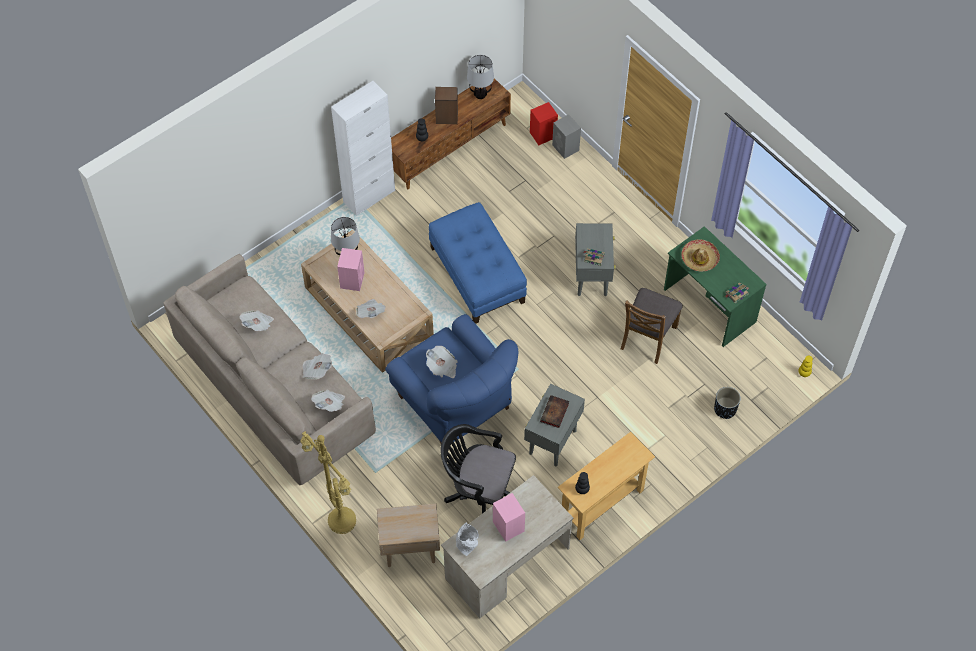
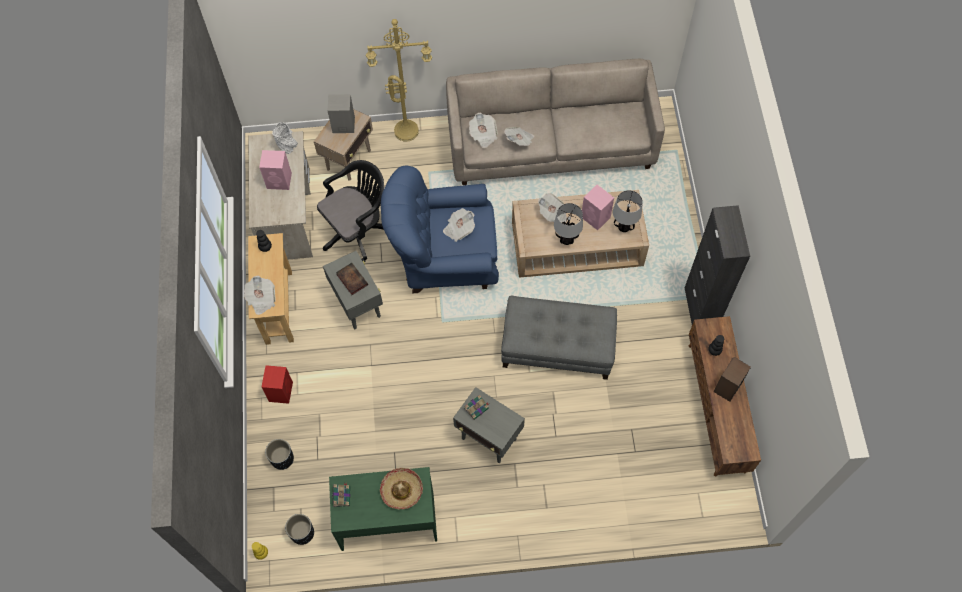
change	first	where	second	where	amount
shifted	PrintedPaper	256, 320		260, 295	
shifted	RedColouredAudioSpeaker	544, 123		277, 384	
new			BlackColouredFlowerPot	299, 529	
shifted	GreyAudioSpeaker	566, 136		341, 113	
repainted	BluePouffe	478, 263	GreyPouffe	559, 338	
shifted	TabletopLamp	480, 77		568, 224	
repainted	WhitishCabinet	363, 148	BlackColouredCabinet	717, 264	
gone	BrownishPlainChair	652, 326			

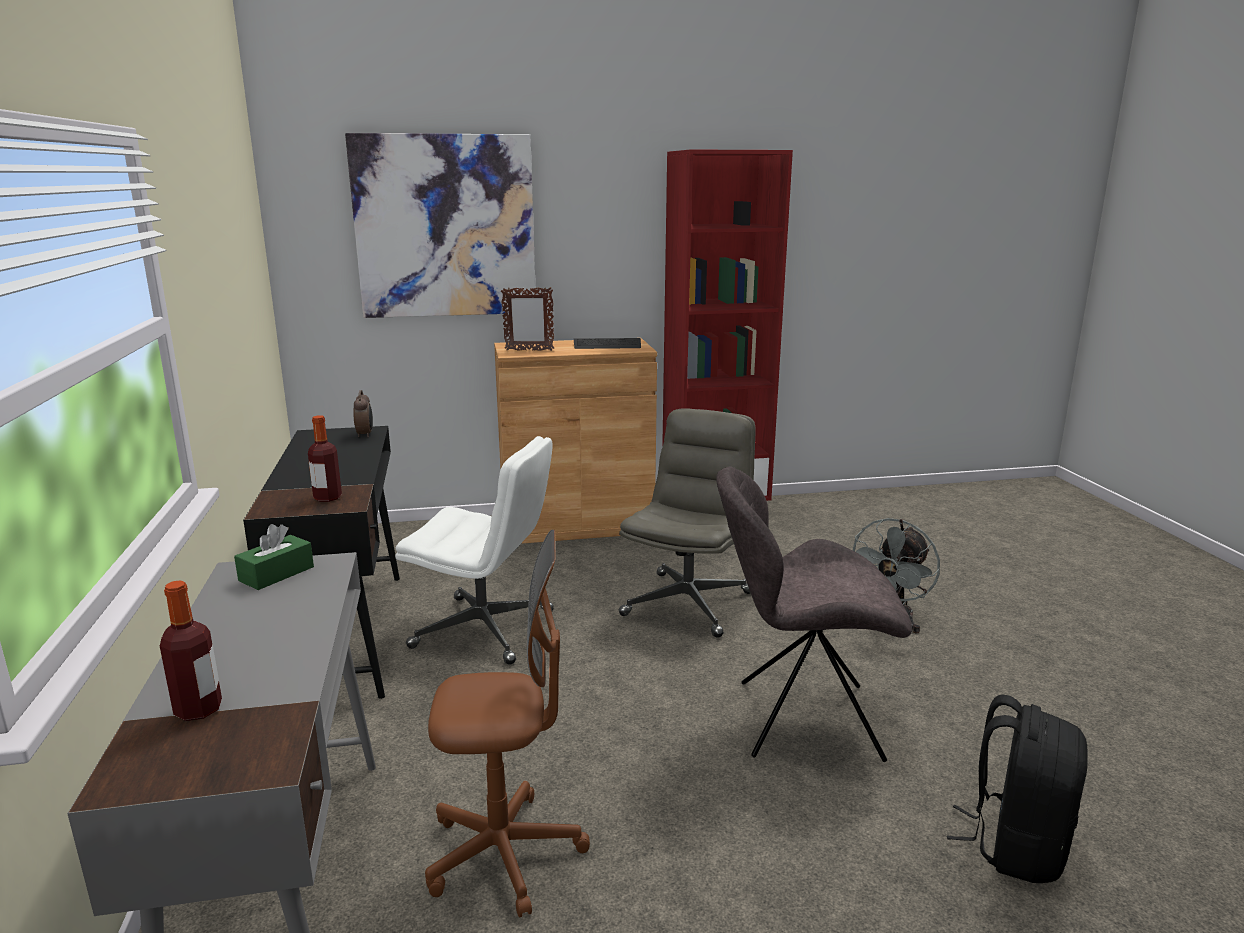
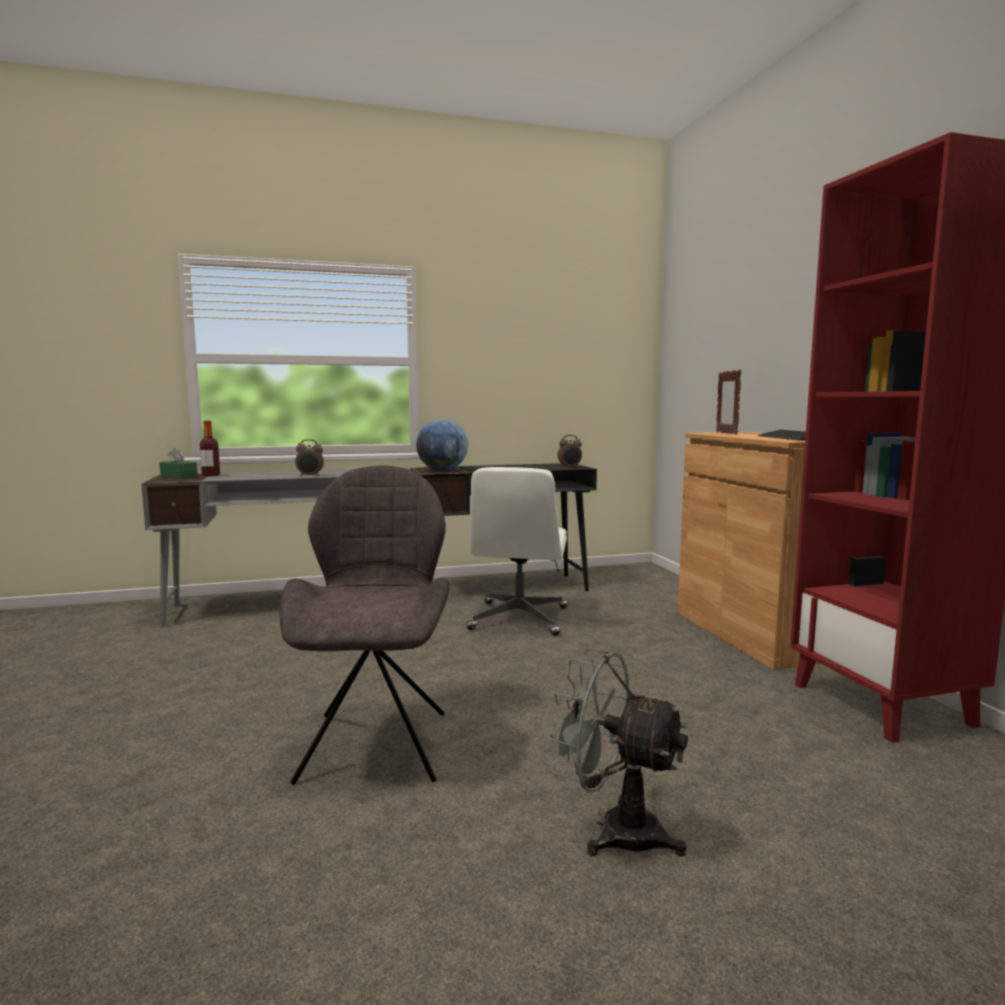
change	first	where	second	where	amount
shifted	GreenColouredTissueBox	274, 557		178, 463	
new			TableClock	309, 458	
swapped	DrinkBottle	325, 458	WorldGlobe	442, 445	
gone	Picture	440, 225			
gone	BrownishOfficeChair	507, 724			
gone	GreyOfficeChair	687, 523			
gone	BlackColouredKnapsack	1017, 788			

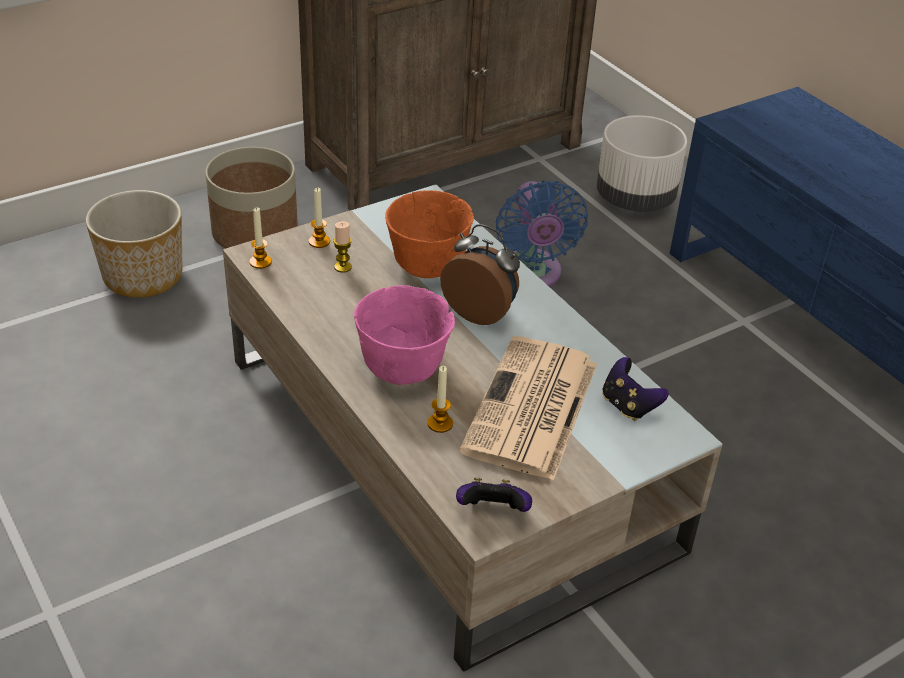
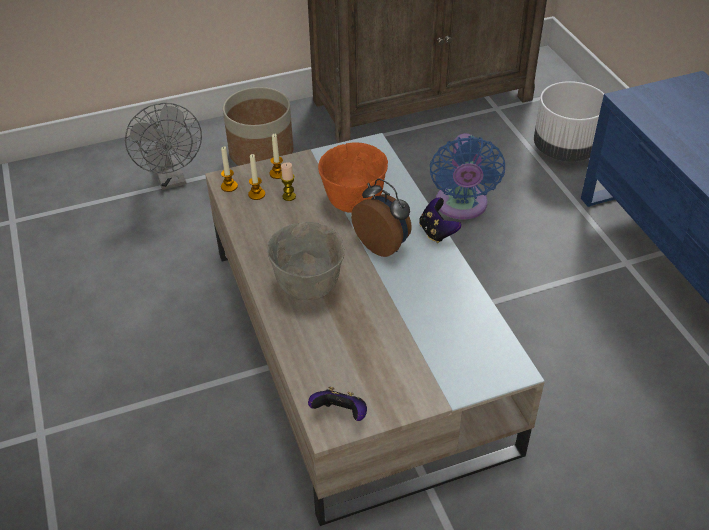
change	first	where	second	where	amount
swapped	FlowerPot	134, 244	GreyFan	163, 146	
shifted	WaxCandle	440, 399		256, 177	
repainted	PinkColouredDeepDish	404, 335	GreyDeepDish	306, 261	
shifted	GameController	635, 389		440, 220	
gone	PrintedPaper	528, 408			

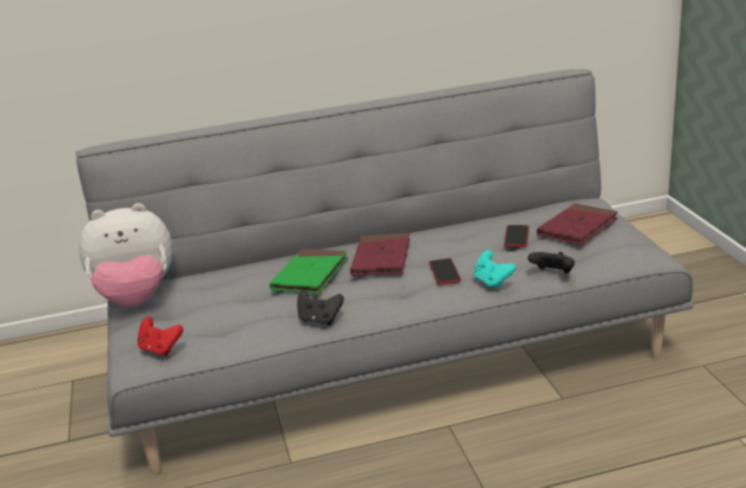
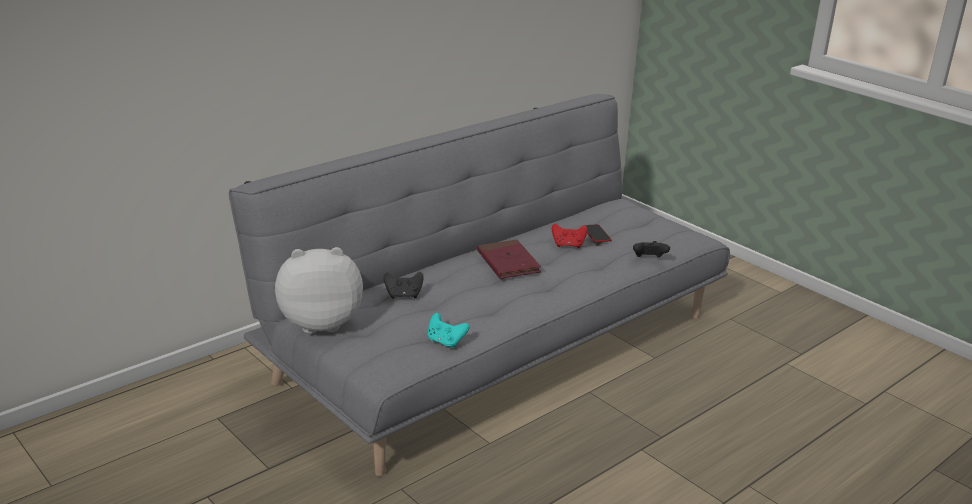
change	first	where	second	where	amount
rotated	PlushToy	126, 255		319, 290	150 degrees counterclockwise
shifted	BlackColouredGameController	320, 307		404, 285	
shifted	TurquoiseGameController	495, 269		449, 331	
shifted	RedColouredGameController	160, 336		569, 235	
gone	GreenColouredBoundBook	308, 271			
gone	Handset	445, 271			
gone	RedColouredBoundBook	577, 224			

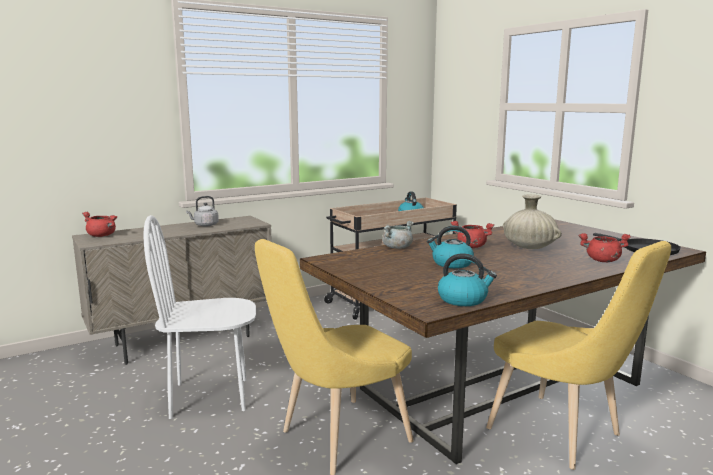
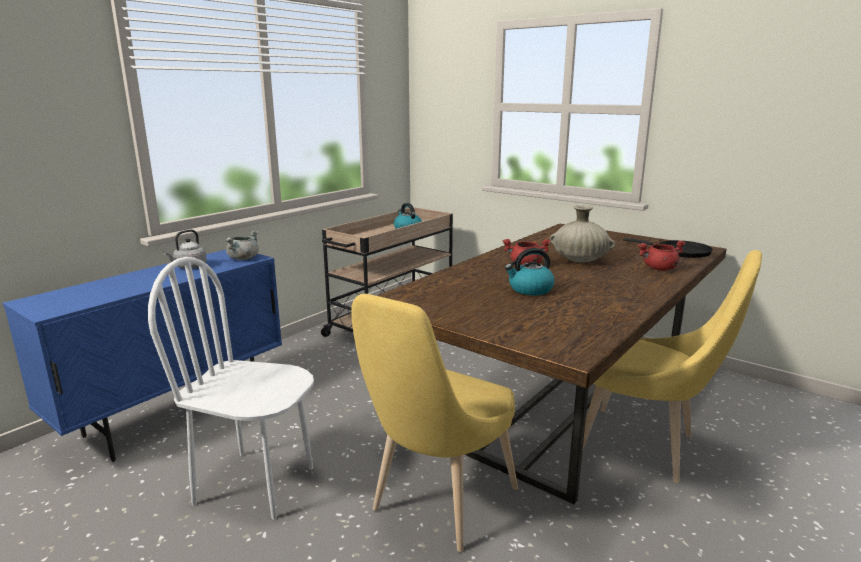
change	first	where	second	where	amount
repainted	BeigeCabinet	172, 290	BlueCabinet	142, 356	
rotated	WhitishPlainChair	200, 317		231, 388	45 degrees clockwise
shifted	GreySaucepot	398, 235		242, 245	
gone	RedColouredSaucepot	100, 224			
gone	TeaKettle	467, 279			

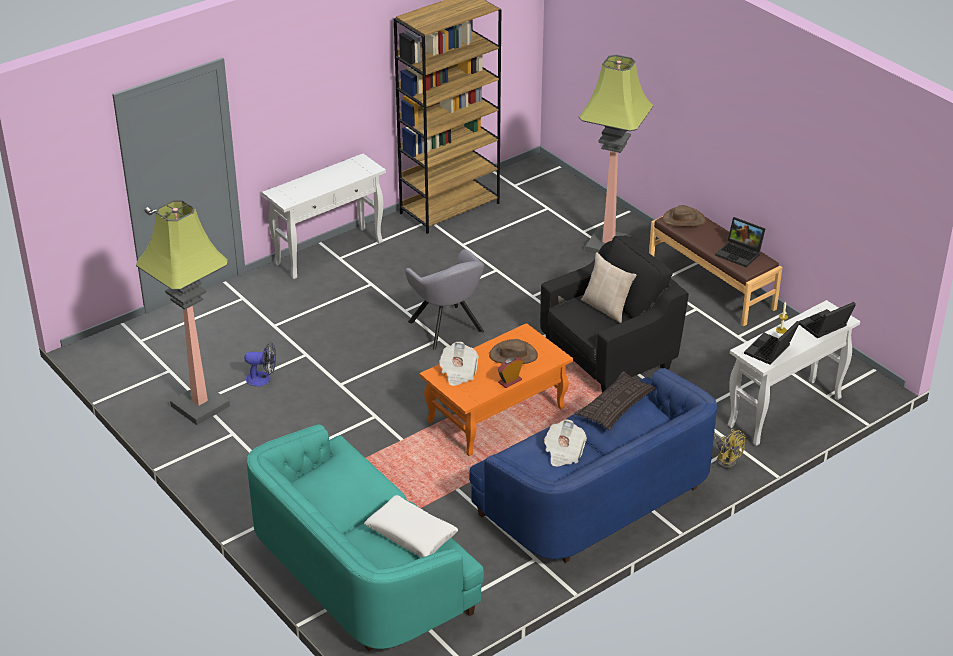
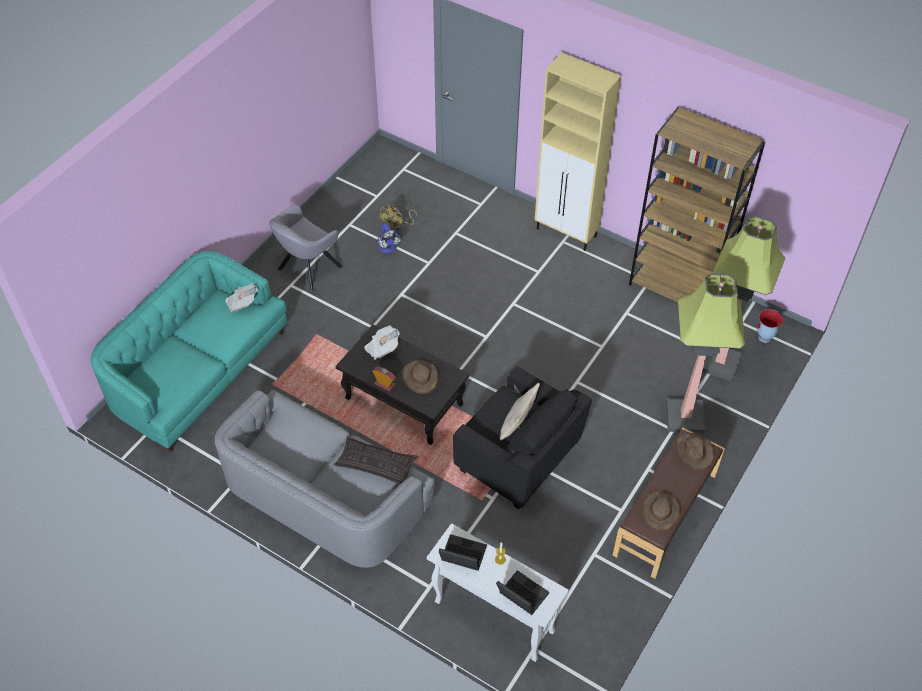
change	first	where	second	where	amount
repainted	BlueSofa	593, 465	GreySofa	325, 479	
shifted	PrintedPaper	565, 443		241, 297	
shifted	GreyLoungeChair	444, 299		306, 248	
repainted	OrangeColouredCoffeeTable	496, 389	BlackColouredCoffeeTable	402, 384	
shifted	YellowColouredFan	730, 449		398, 217	
swapped	WhitishHallTable	324, 216	BeigeCabinet	578, 151	
swapped	NotebookComputer	740, 242	BrownishWearableHat	661, 511	
shifted	StandardLamp	183, 312		743, 299	
new			FlowerVase	770, 326	
gone	WhitishPillow	411, 526			

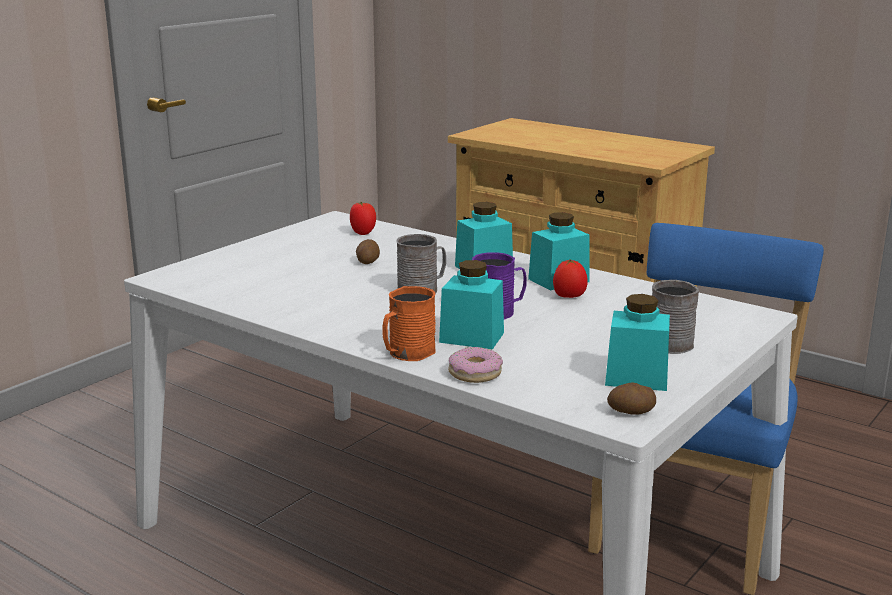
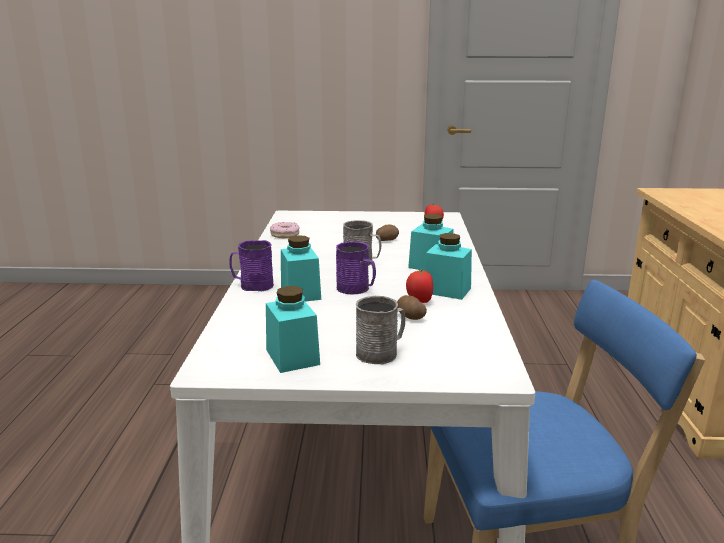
change	first	where	second	where	amount
repainted	OrangeColouredMug	409, 323	PurpleMug	251, 265	
shifted	RingDoughnut	475, 365		285, 230	
shifted	Spud	631, 398		412, 307	

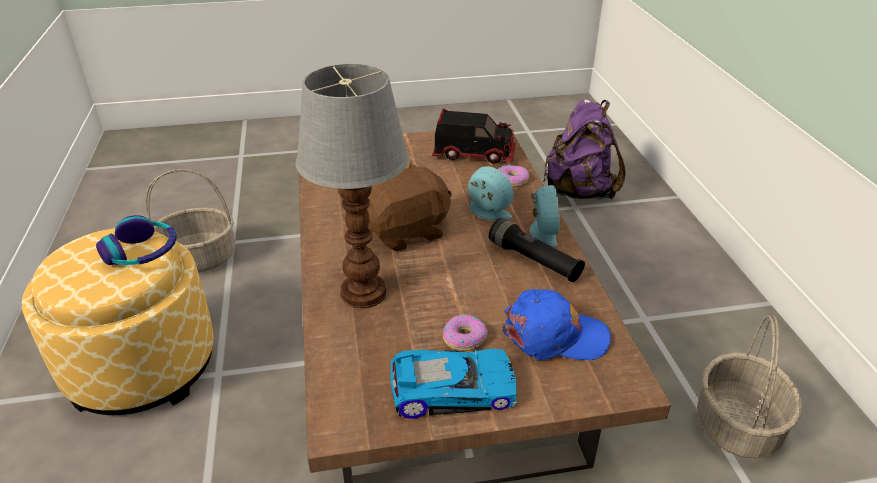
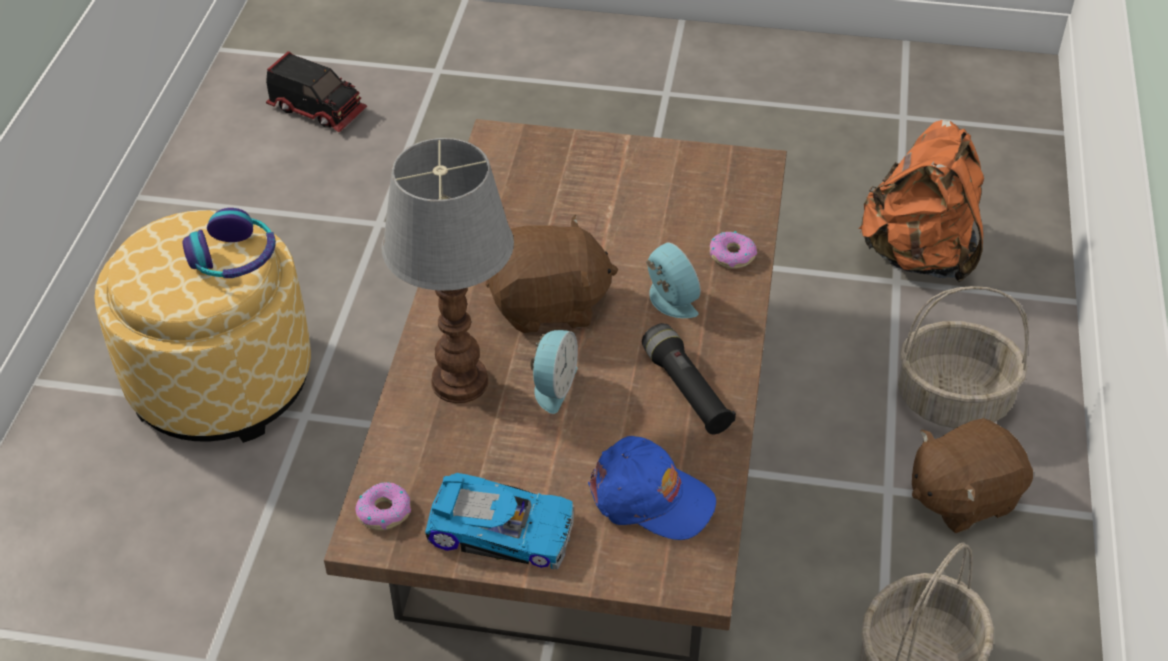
change	first	where	second	where	amount
shifted	ToyTruck	474, 136		316, 91	
shifted	RingDoughnut	465, 332		383, 506	
shifted	TableClock	545, 215		554, 372	
repainted	PurpleKnapsack	584, 149	OrangeColouredKnapsack	921, 201	
shifted	StorageBasket	191, 221		963, 357	
new			BrownishPlushToy	972, 475	

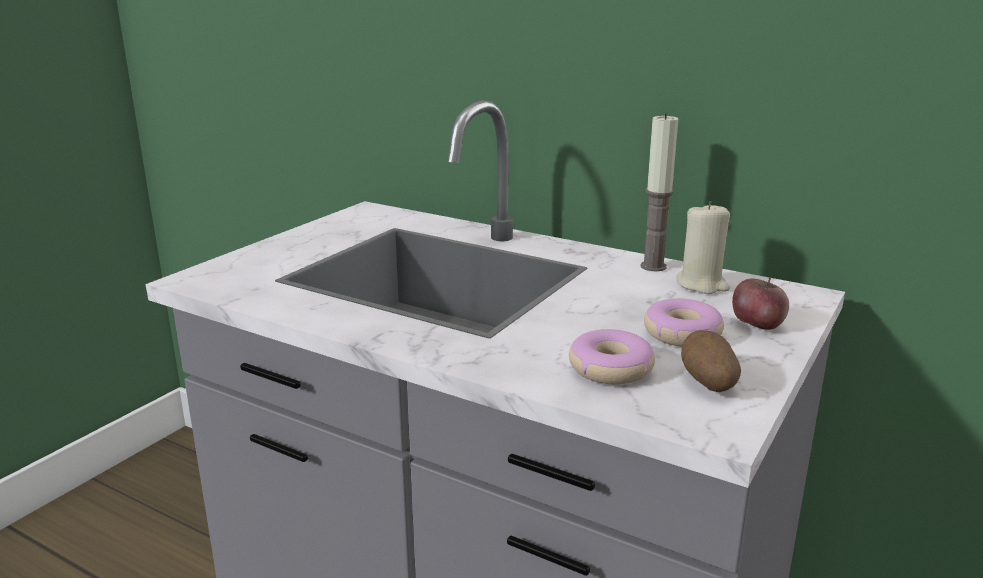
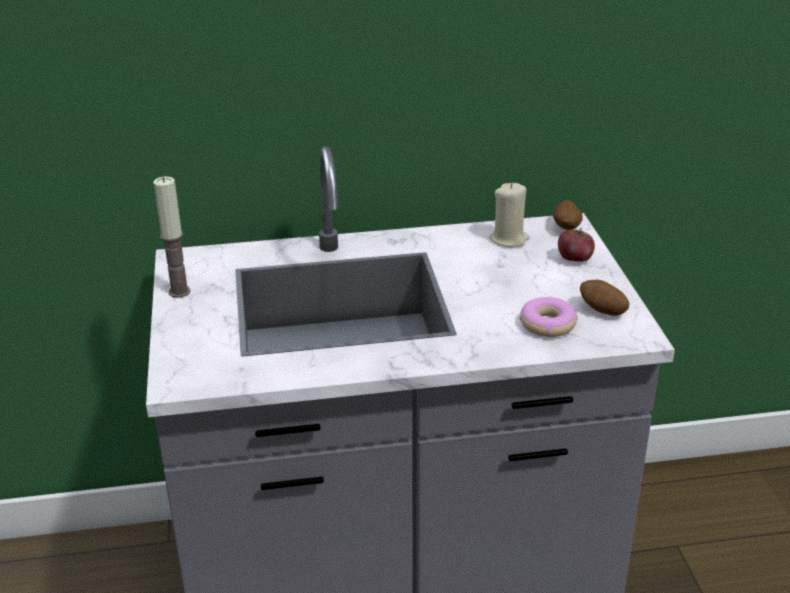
change	first	where	second	where	amount
shifted	WaxCandle	659, 192		171, 237	
new			Spud	568, 215	
gone	RingDoughnut	684, 322			

